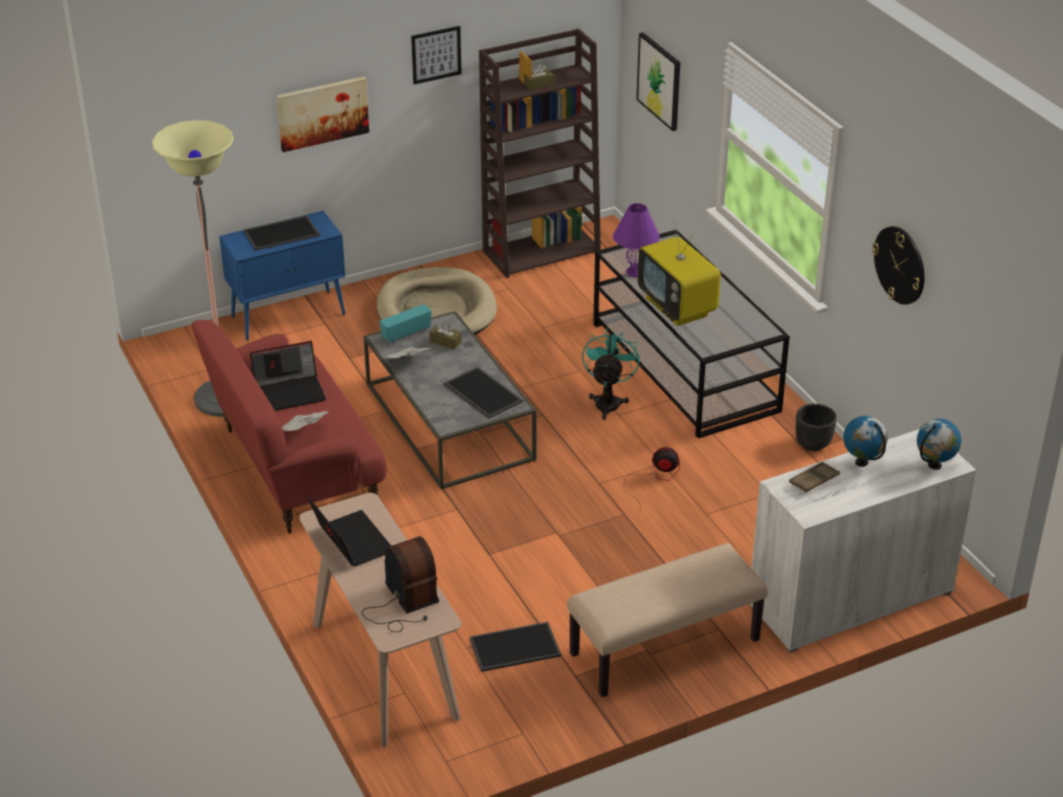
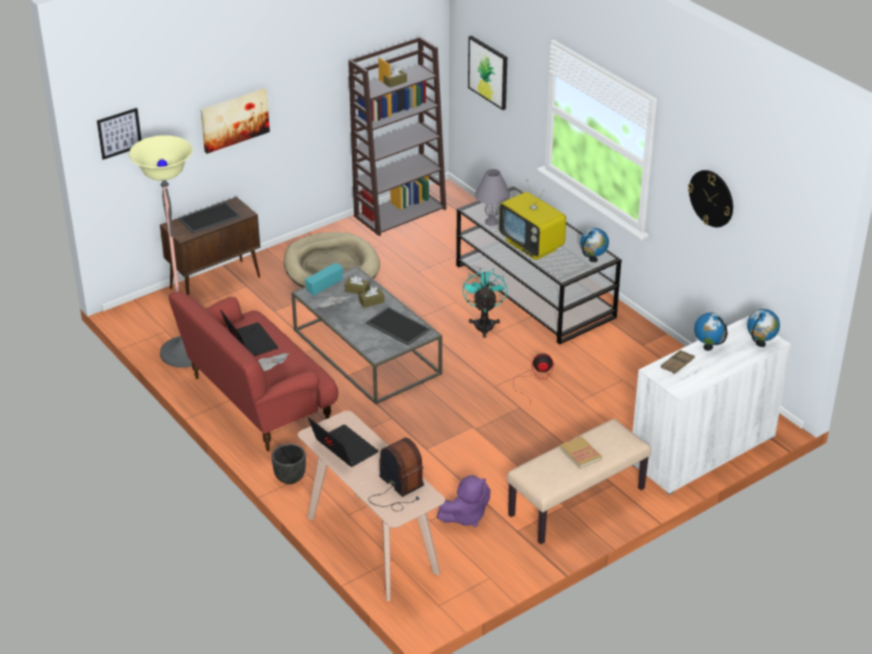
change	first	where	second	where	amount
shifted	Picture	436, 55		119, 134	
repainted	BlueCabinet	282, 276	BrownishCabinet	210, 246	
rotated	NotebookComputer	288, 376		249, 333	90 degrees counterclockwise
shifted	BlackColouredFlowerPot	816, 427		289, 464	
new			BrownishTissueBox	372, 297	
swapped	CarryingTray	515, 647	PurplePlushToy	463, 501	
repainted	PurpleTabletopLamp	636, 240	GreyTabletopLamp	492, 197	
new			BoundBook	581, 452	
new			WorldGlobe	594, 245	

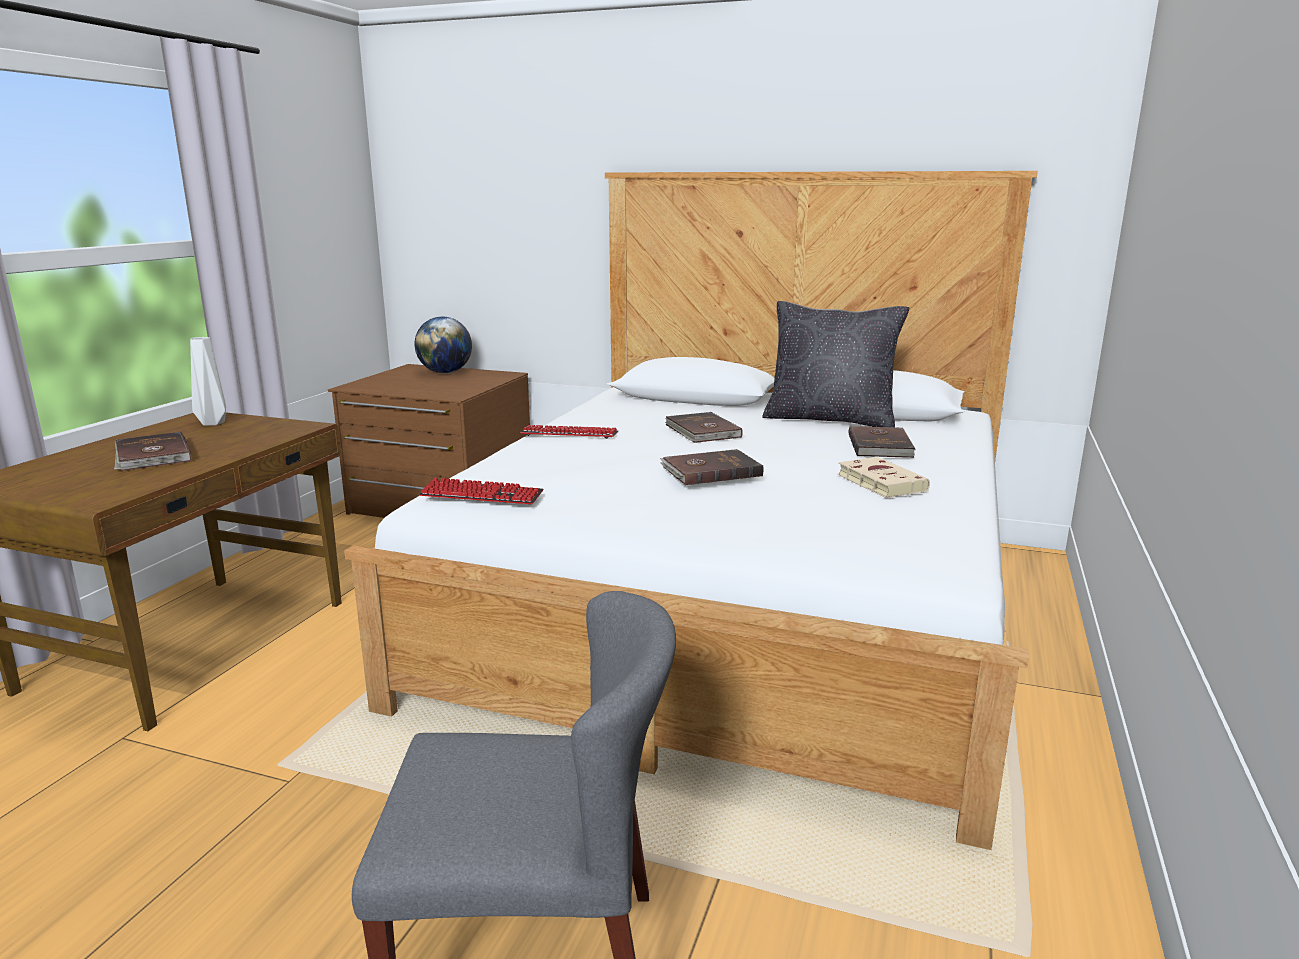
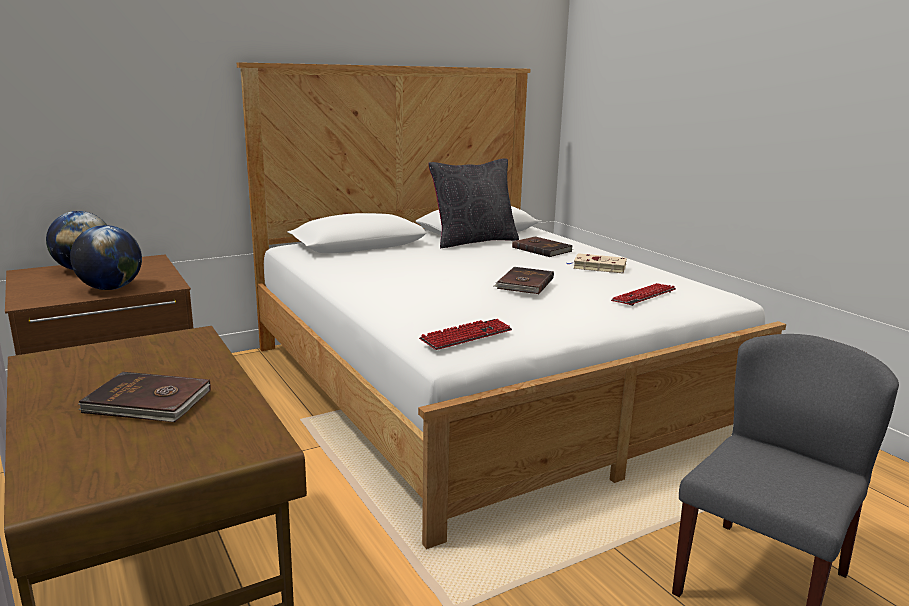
change	first	where	second	where	amount
new			WorldGlobe	106, 257	
shifted	Keyboard	569, 432		643, 294	
gone	GreyFlowerVase	208, 381			
gone	BrownishBoundBook	704, 427			

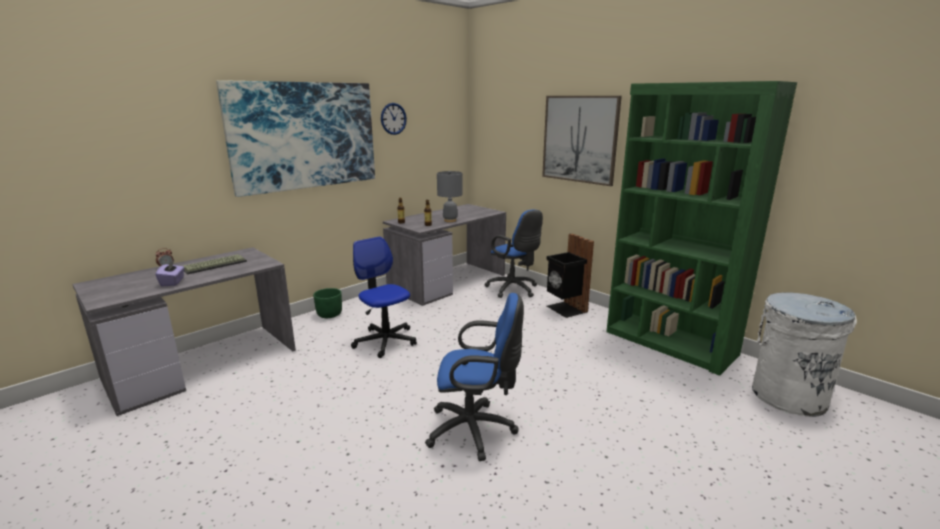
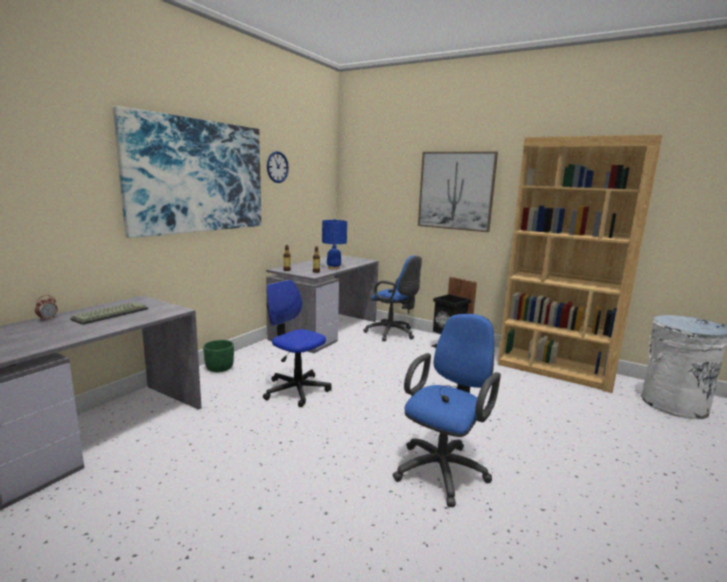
change	first	where	second	where	amount
repainted	GreyTabletopLamp	450, 196	BlueTabletopLamp	334, 244	
rotated	BlueOfficeChair	474, 377		447, 410	45 degrees counterclockwise
repainted	GreenColouredBookshelf	701, 228	BrownishBookshelf	580, 264	
gone	PurpleTissueBox	170, 273			

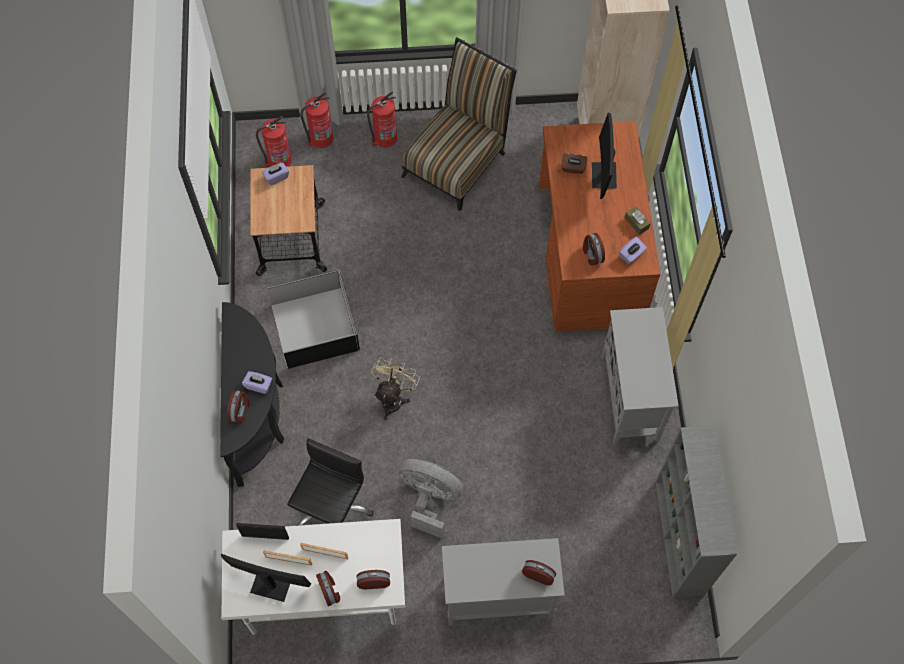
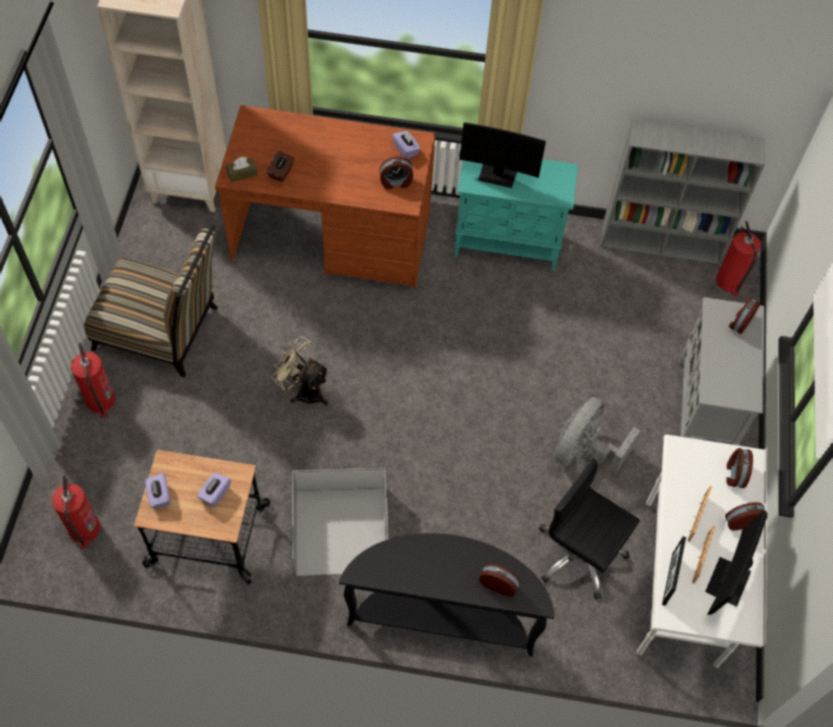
change	first	where	second	where	amount
rotated	PlainChair	459, 124		151, 301	150 degrees clockwise
shifted	PurpleTissueBox	257, 382		214, 489	
shifted	BrownishTissueBox	638, 221		241, 169	
shifted	BeigeFan	396, 388		300, 371	
repainted	GreyCabinet	640, 375	TurquoiseCabinet	516, 215	
shifted	ComputerDisplay	604, 156		502, 155	
shifted	Extinguisher	316, 120		738, 258	

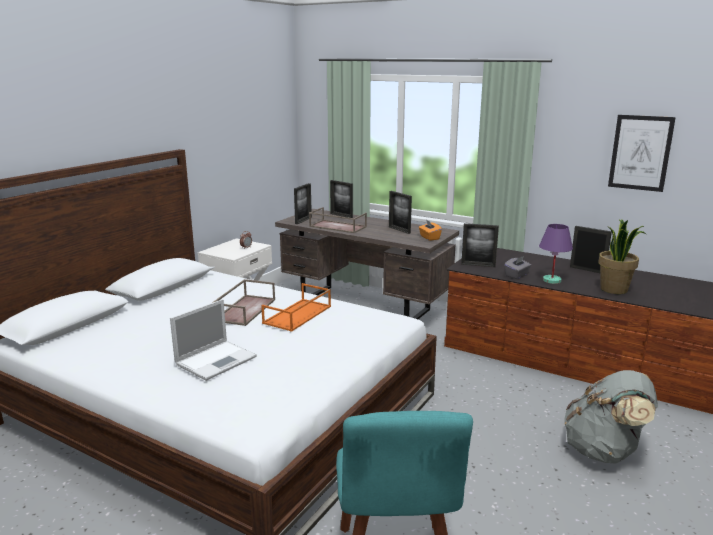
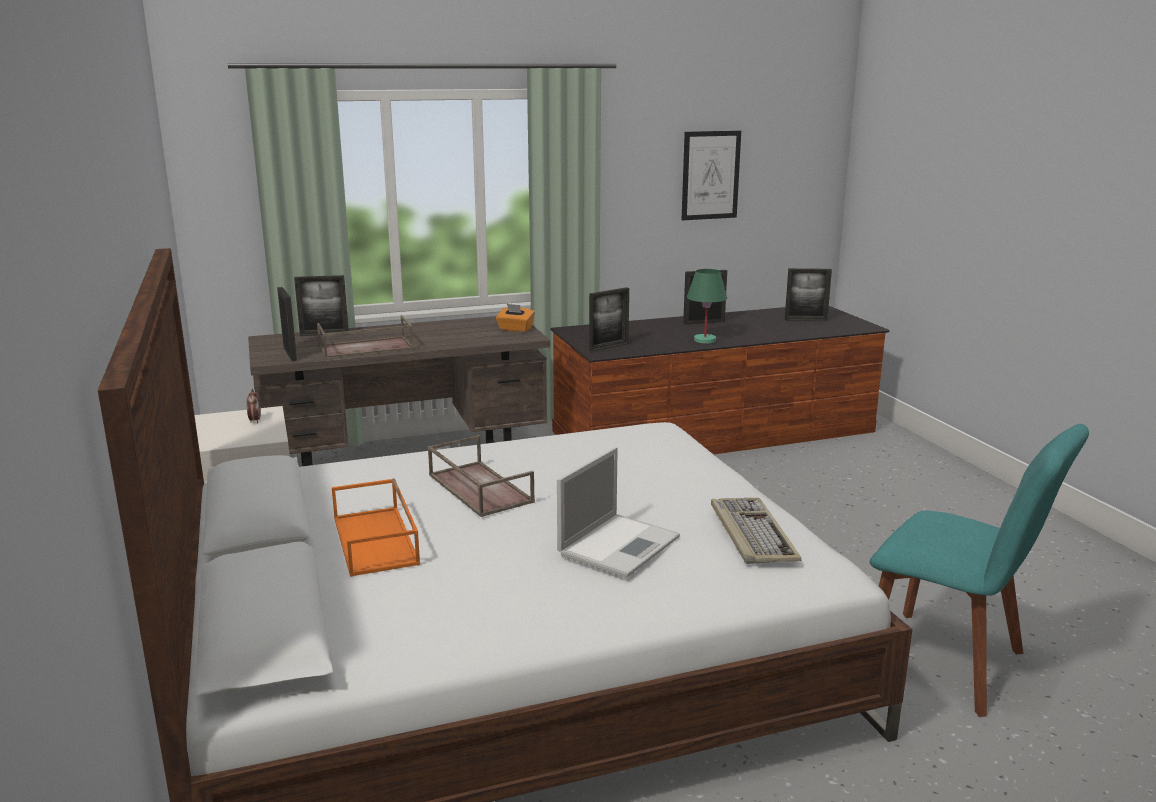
change	first	where	second	where	amount
shifted	OrangeColouredCarryingTray	296, 307		376, 527	
rotated	NotebookComputer	213, 340		618, 512	45 degrees clockwise
repainted	PurpleTabletopLamp	556, 254	GreenColouredTabletopLamp	707, 306	
new			Keyboard	756, 531	
shifted	PhotoFrame	400, 212		808, 294	
gone	GreyTissueBox	517, 267			
gone	GreyKnapsack	611, 417			
gone	Houseplant	622, 257			

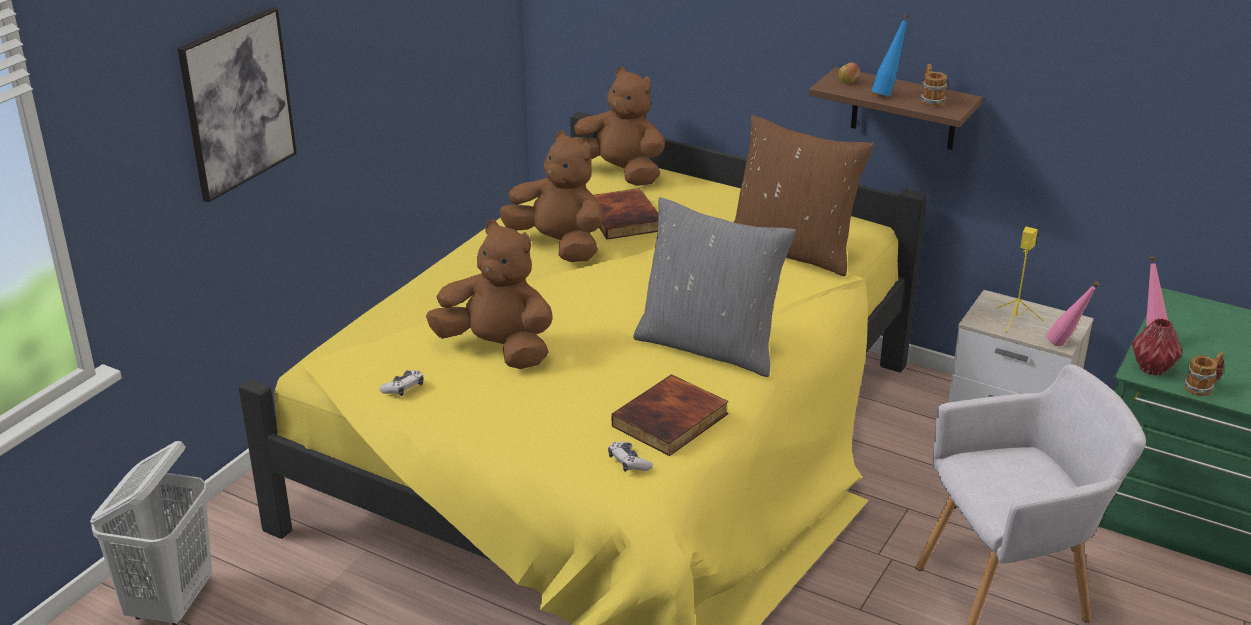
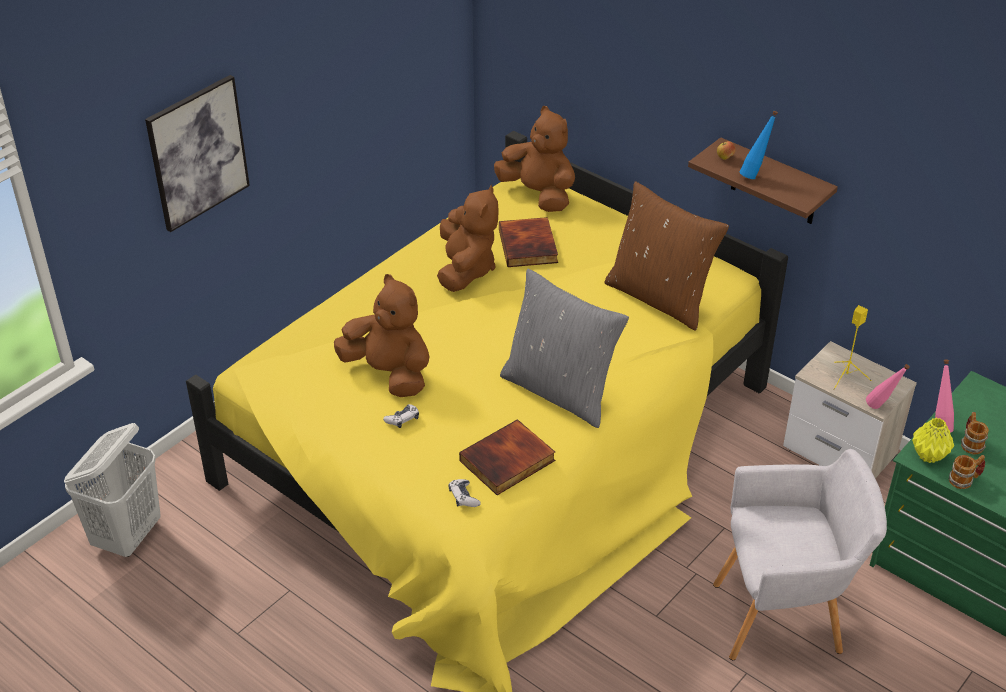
change	first	where	second	where	amount
shifted	GameController	401, 383		401, 416	
rotated	BrownishPlushToy	552, 196		468, 238	45 degrees clockwise
repainted	RedColouredFlowerVase	1157, 346	YellowColouredFlowerVase	933, 440	
shifted	Mug	933, 85		975, 433	

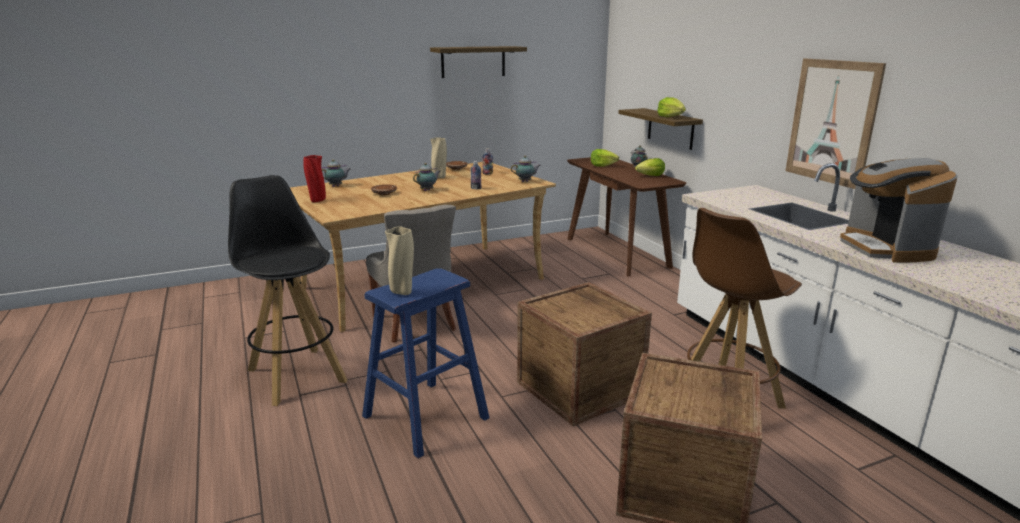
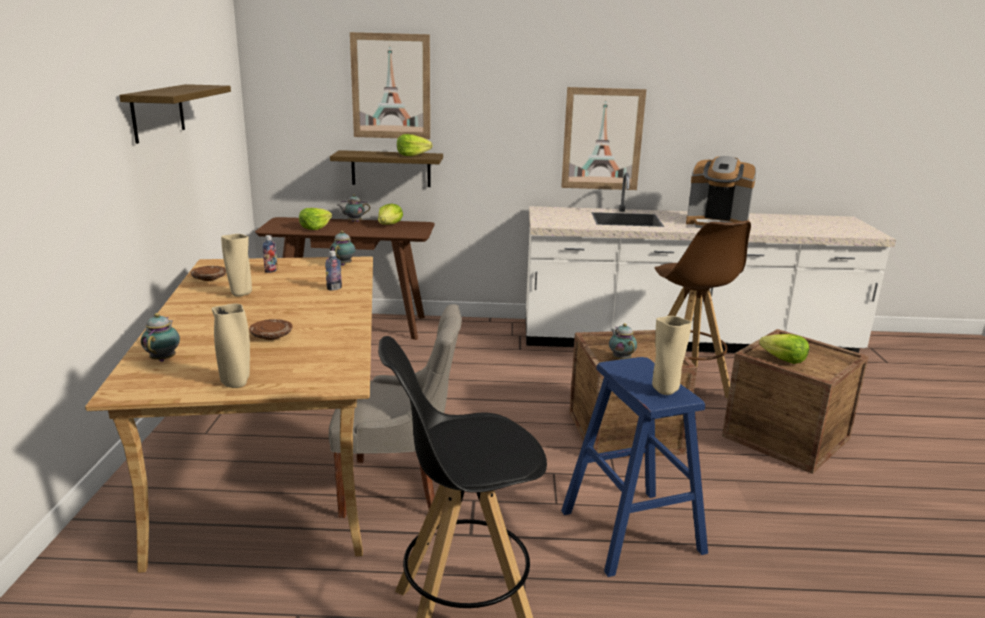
change	first	where	second	where	amount
repainted	RedColouredFlowerVase	314, 178	BeigeFlowerVase	230, 346	
new			Picture	390, 85	
shifted	TeaPot	426, 177		623, 341	
new			LettuceHead	784, 349	

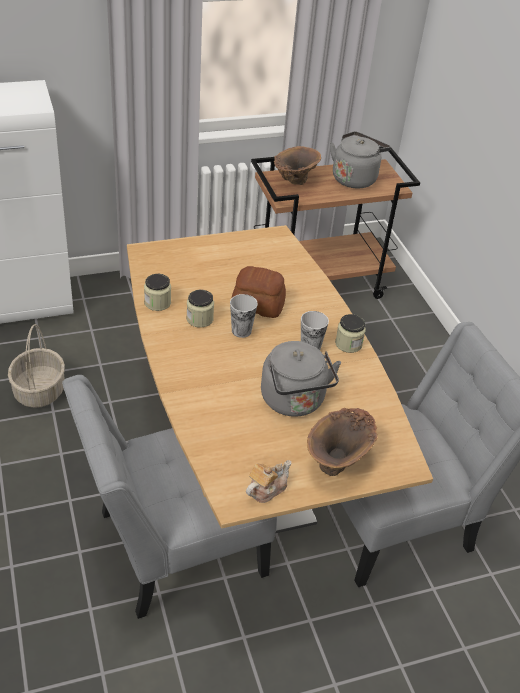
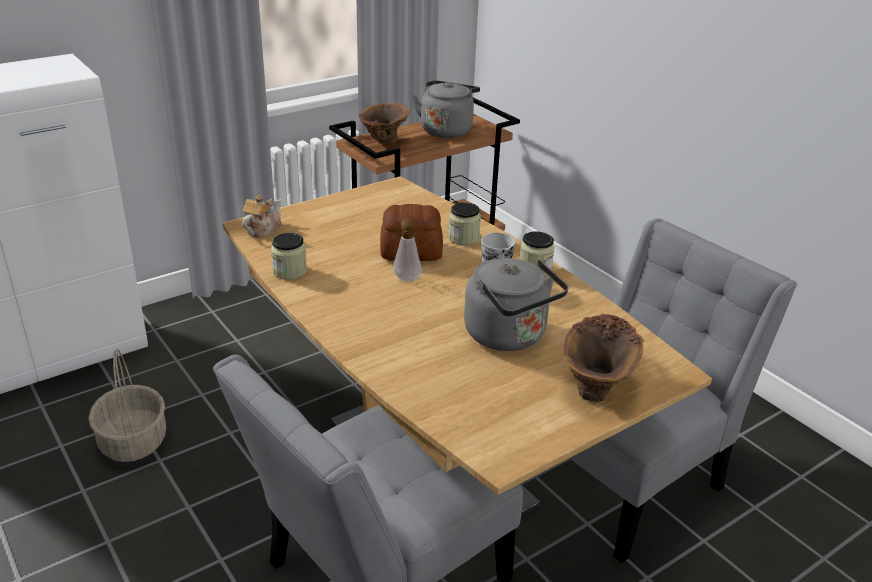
change	first	where	second	where	amount
shifted	TeaPot	268, 481		262, 216	
swapped	DrinkingCup	244, 316	SoapDispenser	407, 250	
shifted	PreserveJar	200, 309		464, 223	

